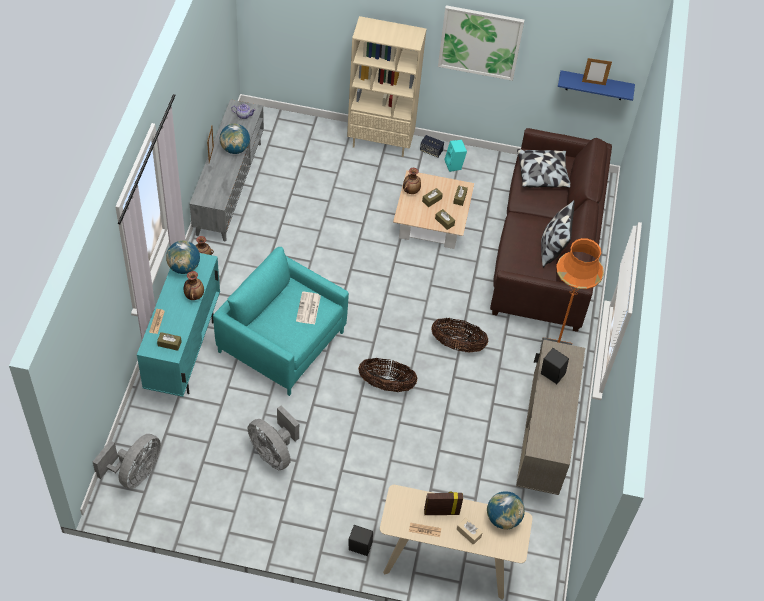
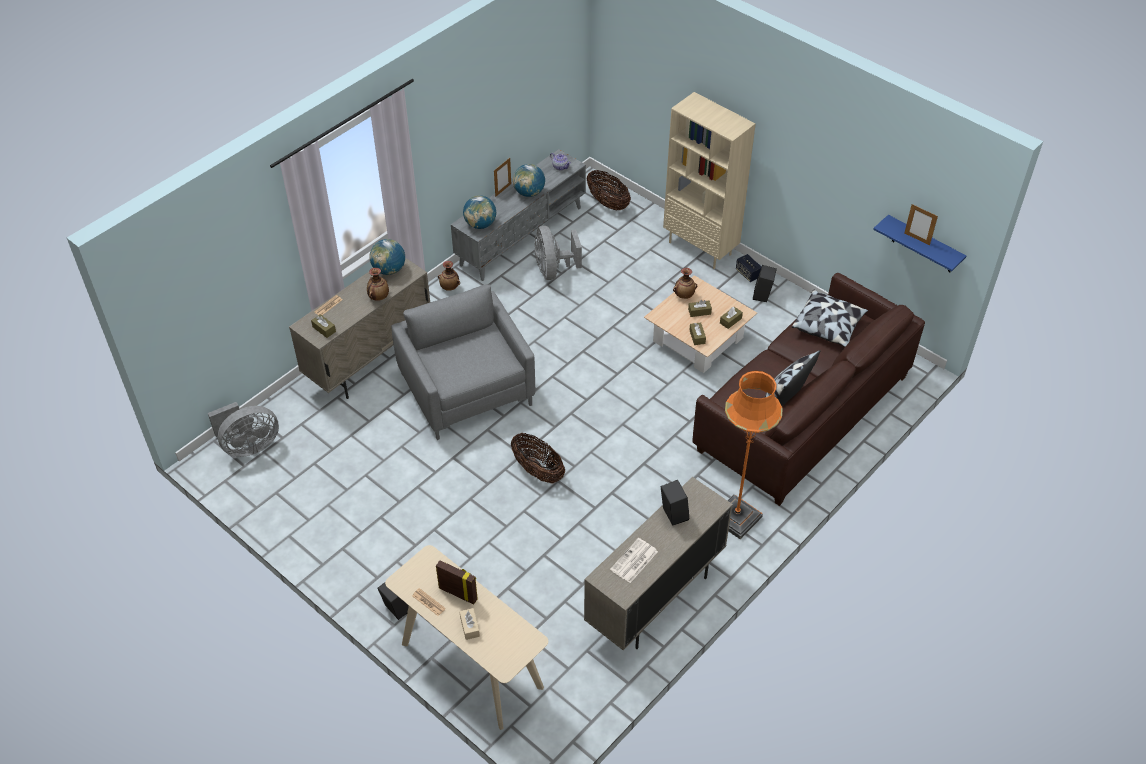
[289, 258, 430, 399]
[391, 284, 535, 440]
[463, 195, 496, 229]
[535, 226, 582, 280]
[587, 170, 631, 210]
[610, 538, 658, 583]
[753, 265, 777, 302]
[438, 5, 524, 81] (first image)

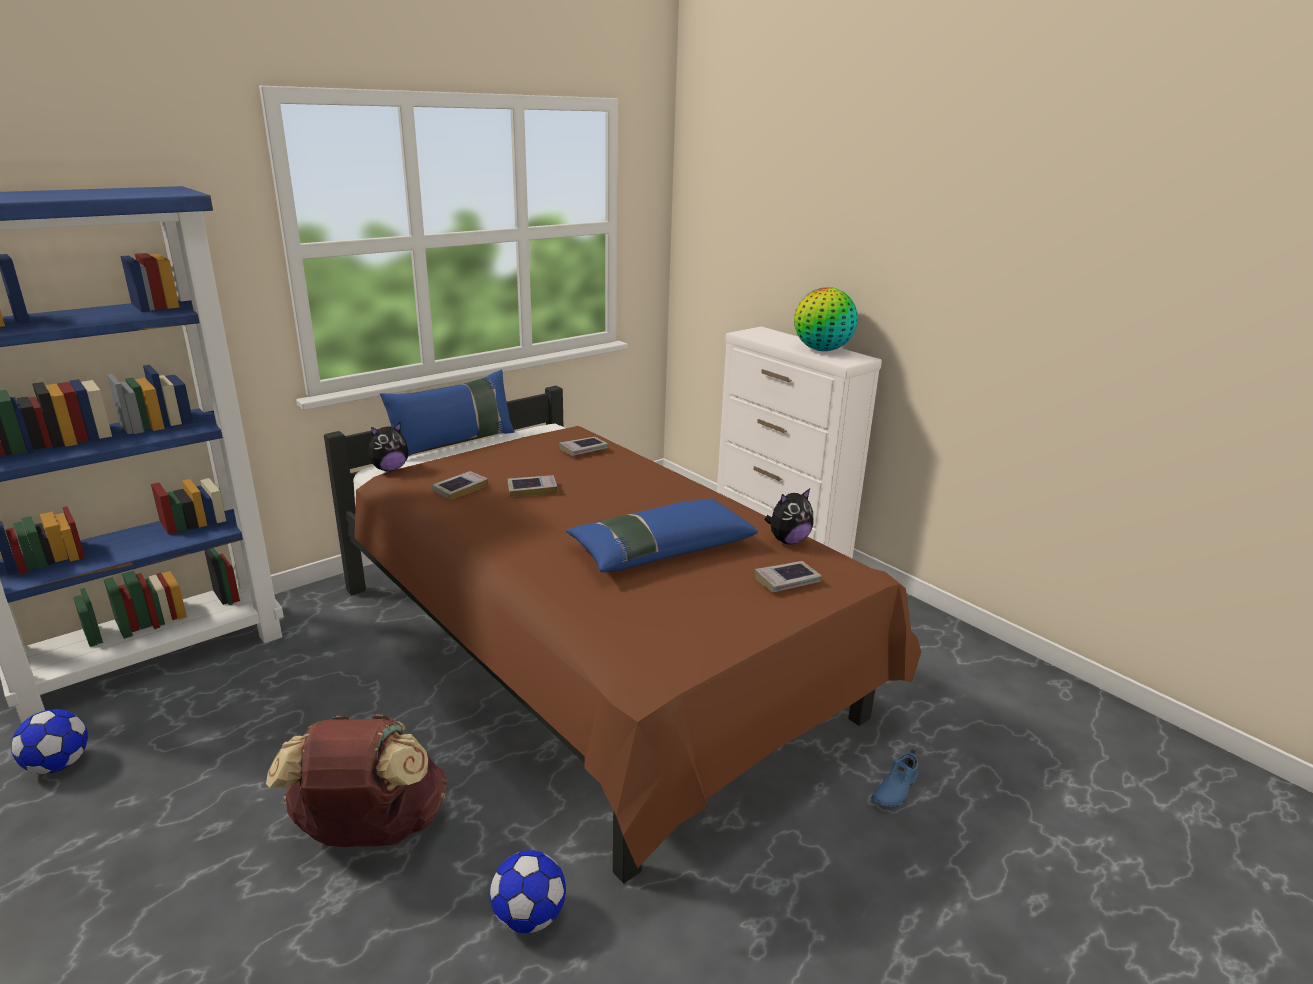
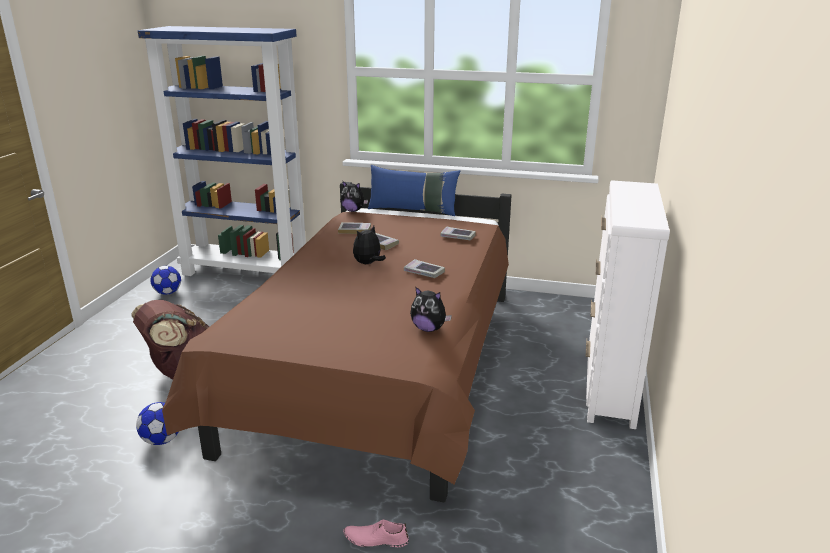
[343, 520, 409, 547]
[353, 226, 386, 264]
[404, 259, 445, 278]
[565, 498, 758, 572] (first image)
[794, 287, 858, 351] (first image)

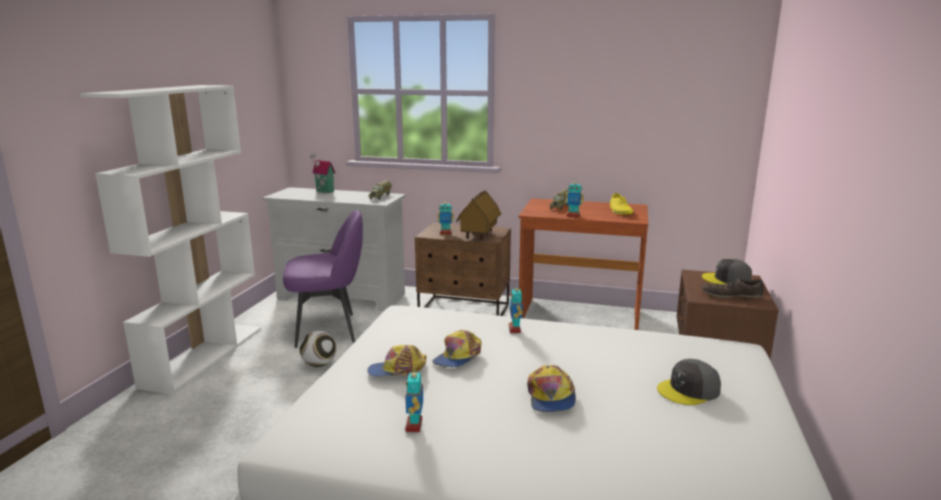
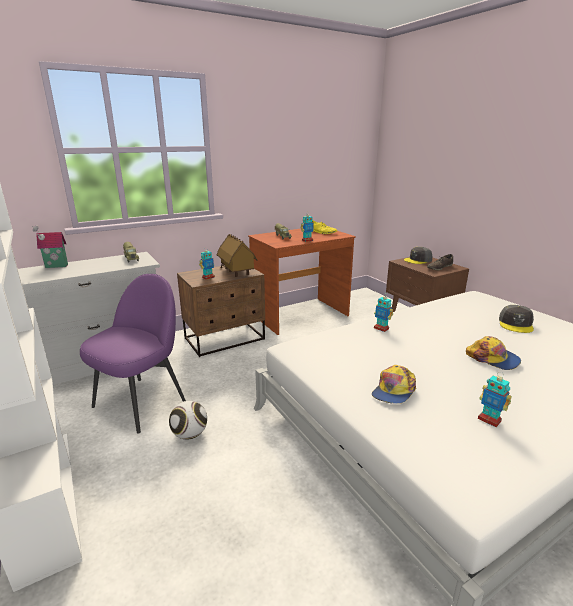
[432, 330, 482, 367] (first image)

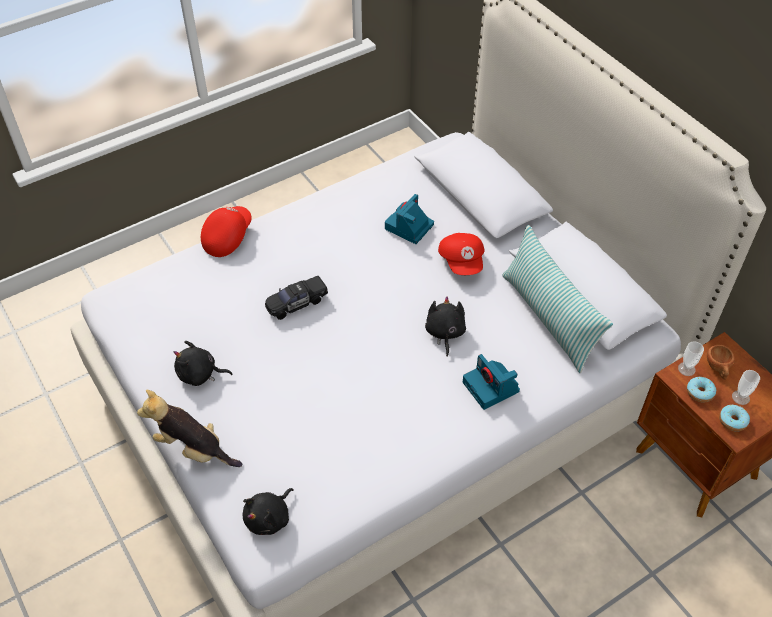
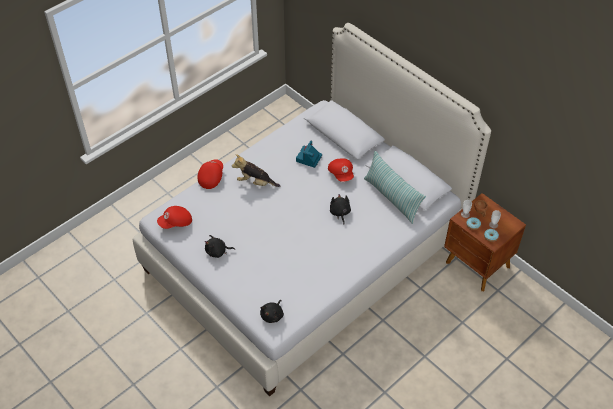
[157, 206, 192, 229]
[232, 154, 280, 187]
[265, 276, 328, 320] (first image)
[463, 354, 520, 410] (first image)

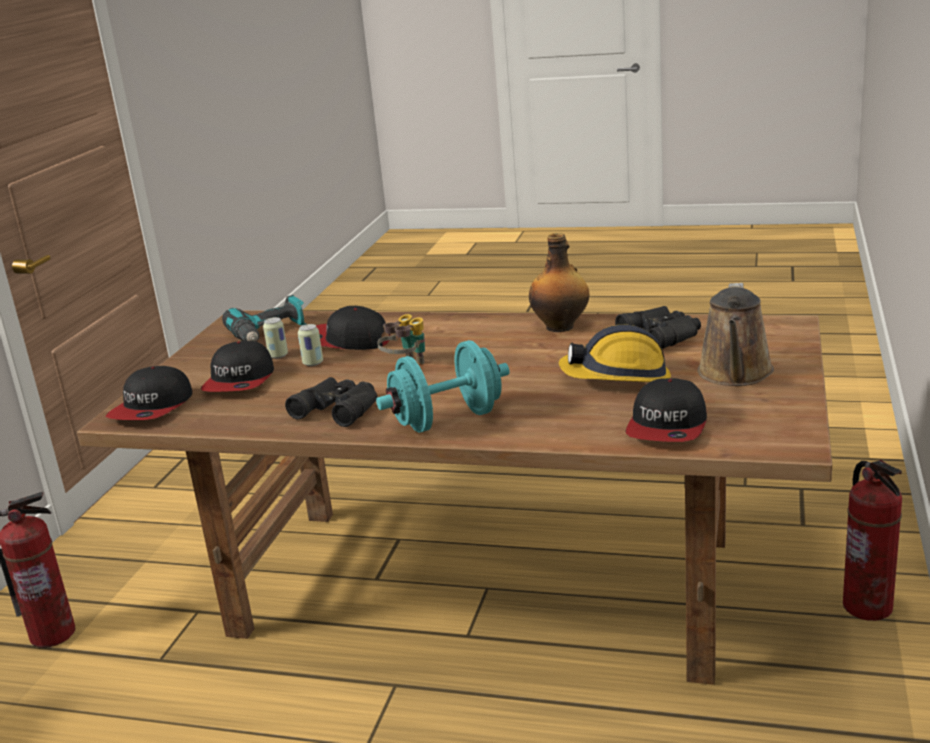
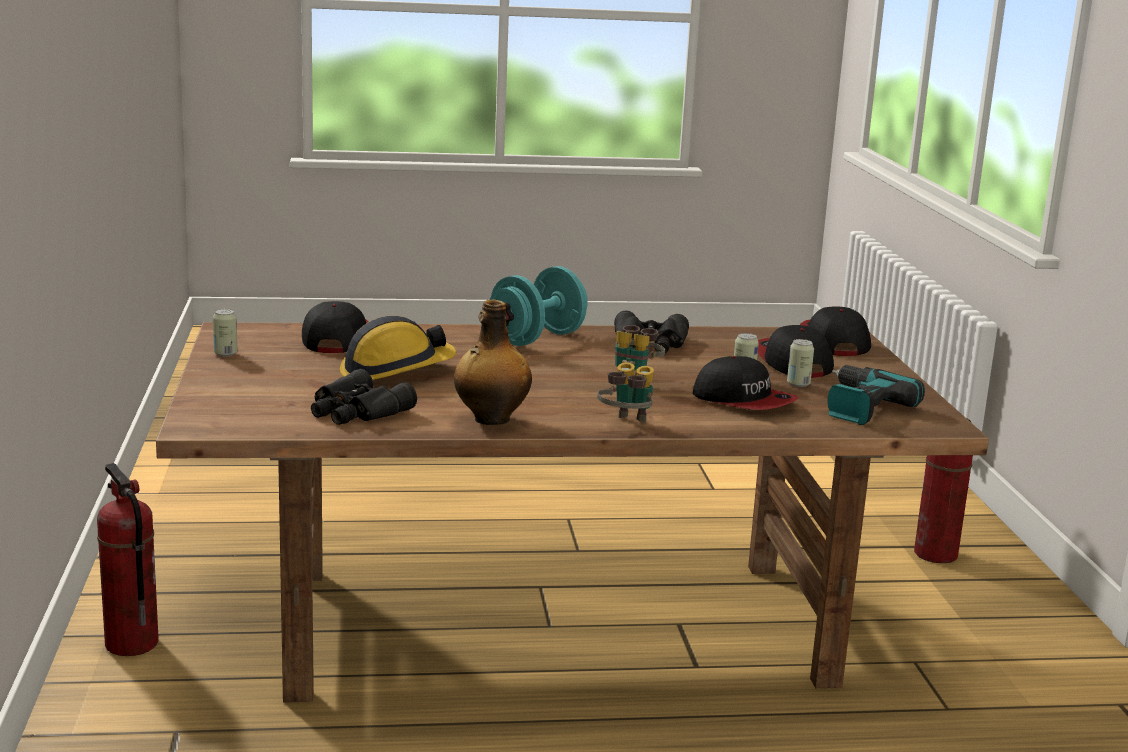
[213, 309, 237, 357]
[597, 362, 654, 423]
[693, 356, 798, 410]
[697, 283, 774, 386] (first image)

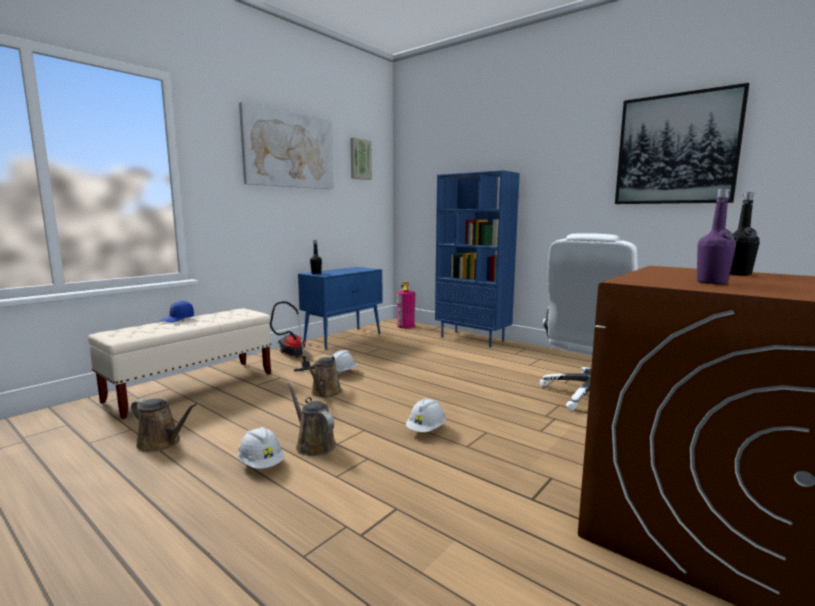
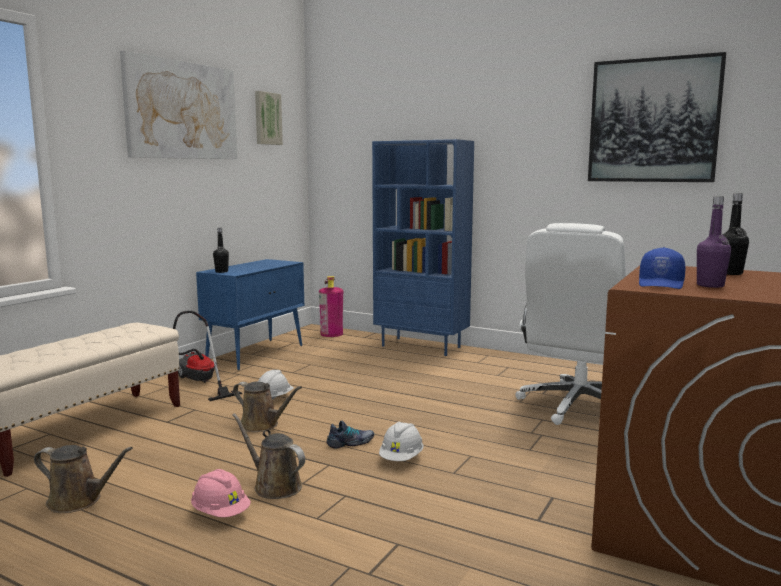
[191, 469, 251, 517]
[233, 381, 302, 432]
[327, 421, 374, 449]
[639, 247, 686, 289]

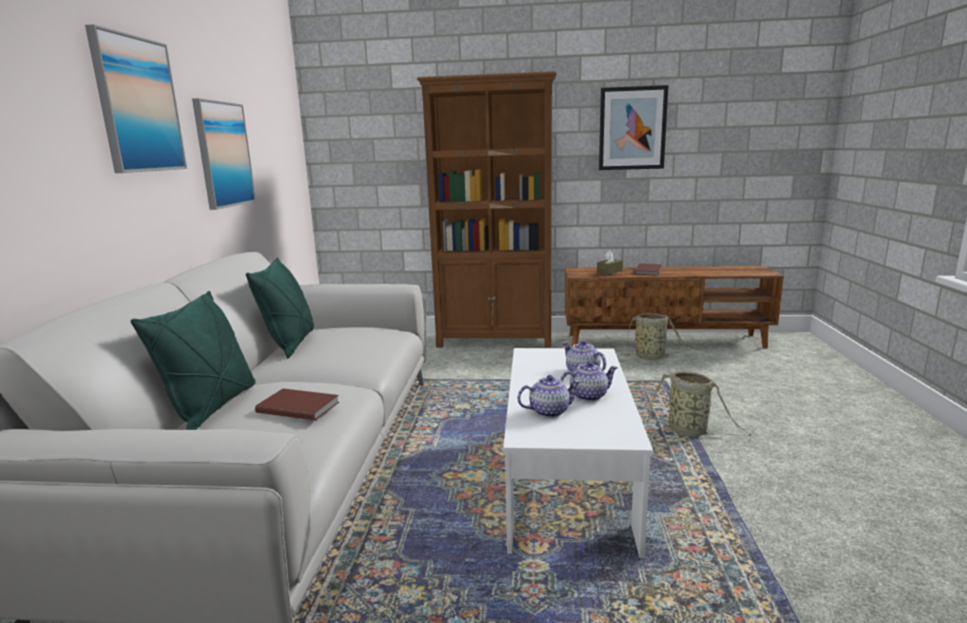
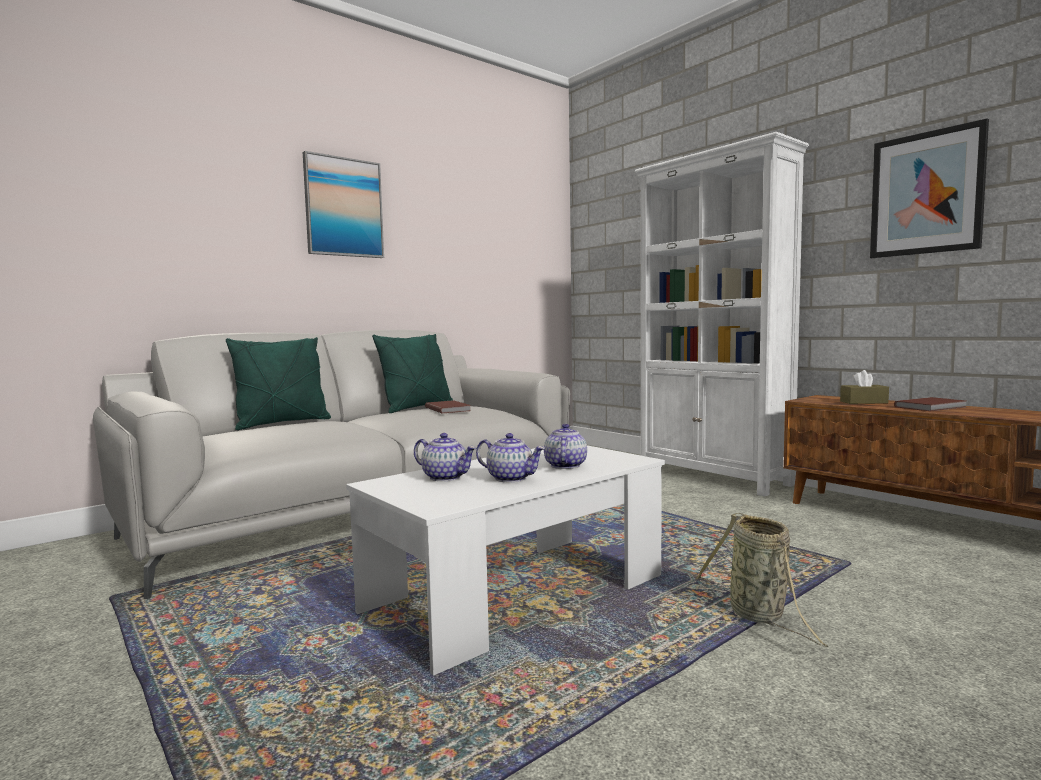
[425, 400, 471, 413]
[635, 132, 809, 496]
[192, 98, 256, 210] (first image)
[620, 313, 693, 360] (first image)

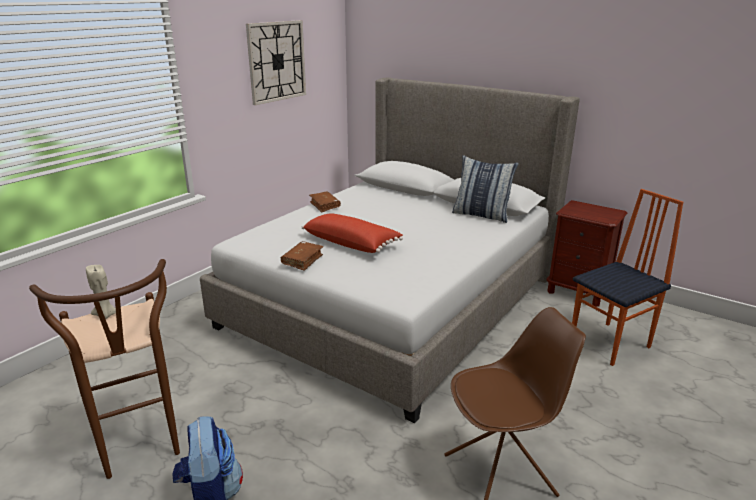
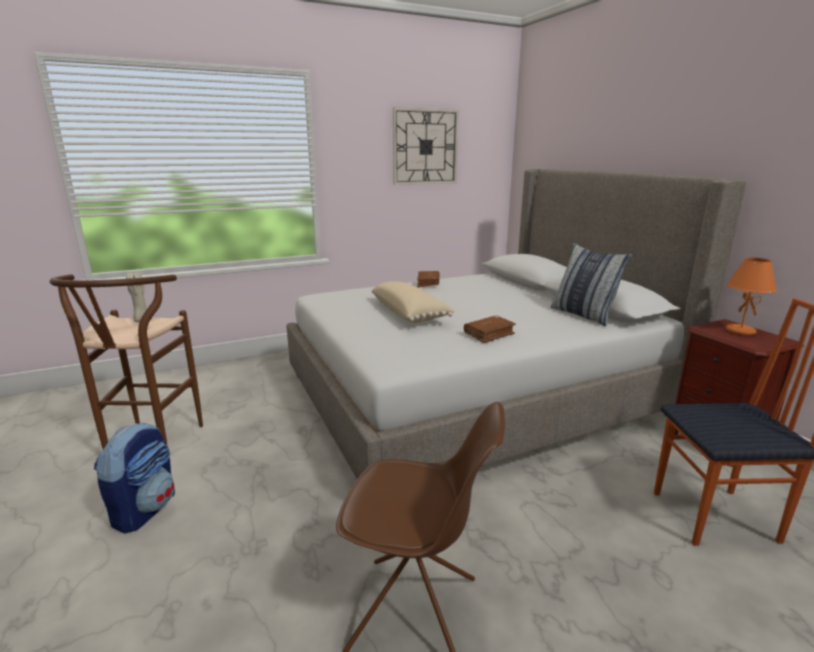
[372, 281, 455, 323]
[464, 316, 516, 343]
[726, 257, 777, 335]

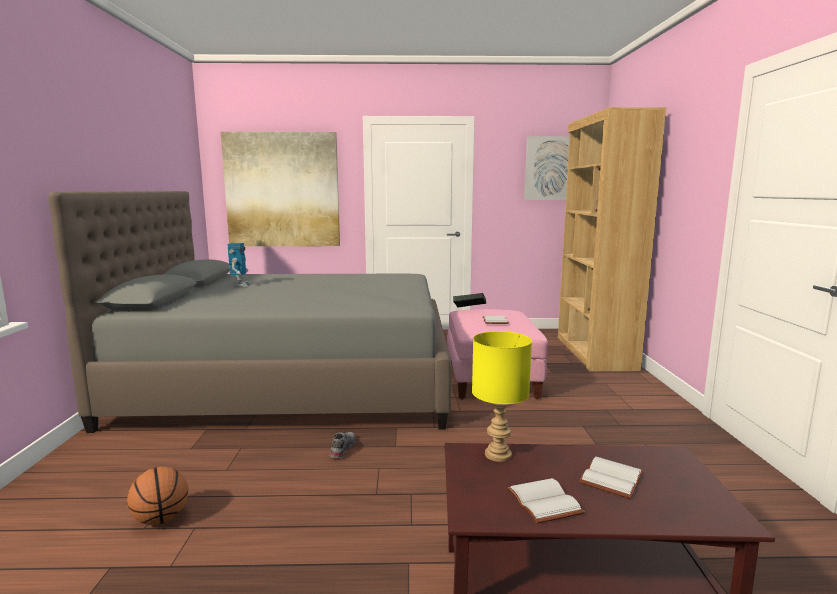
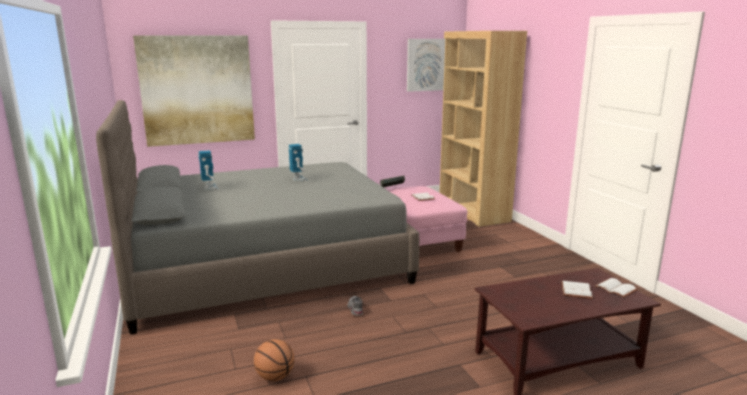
[289, 144, 307, 181]
[595, 278, 638, 298]
[472, 331, 532, 462] (first image)

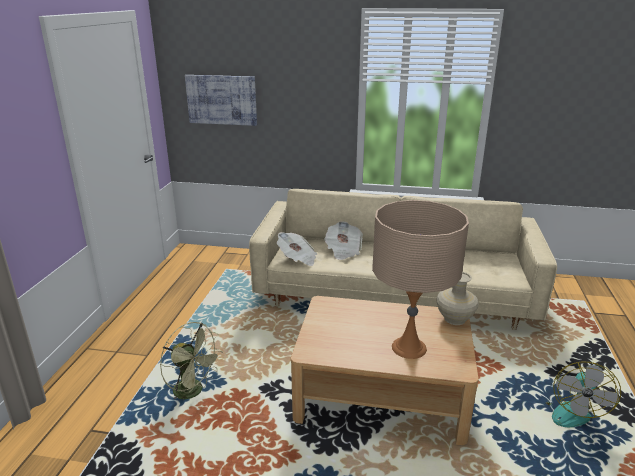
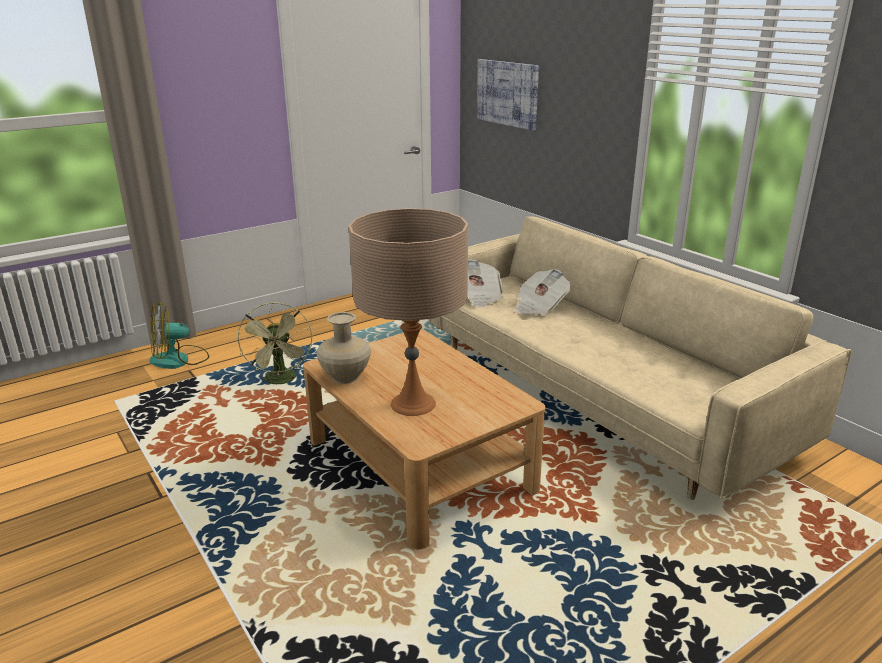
[150, 302, 209, 369]
[317, 312, 371, 384]

